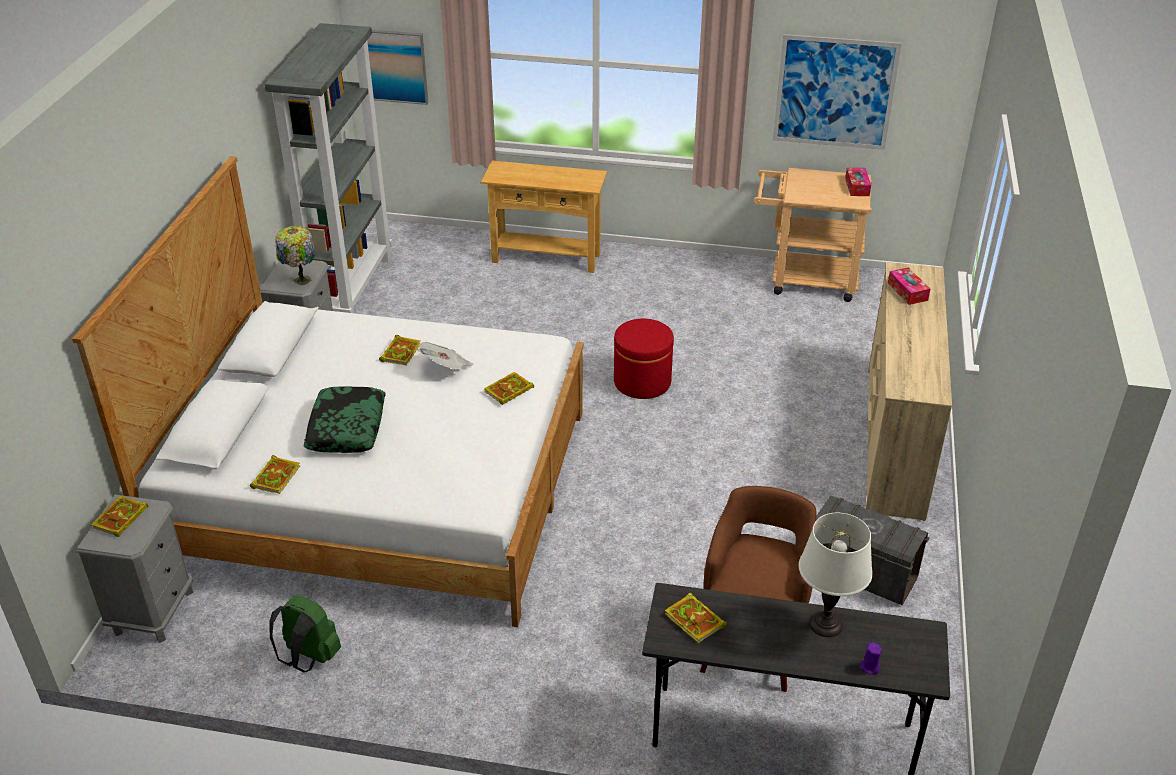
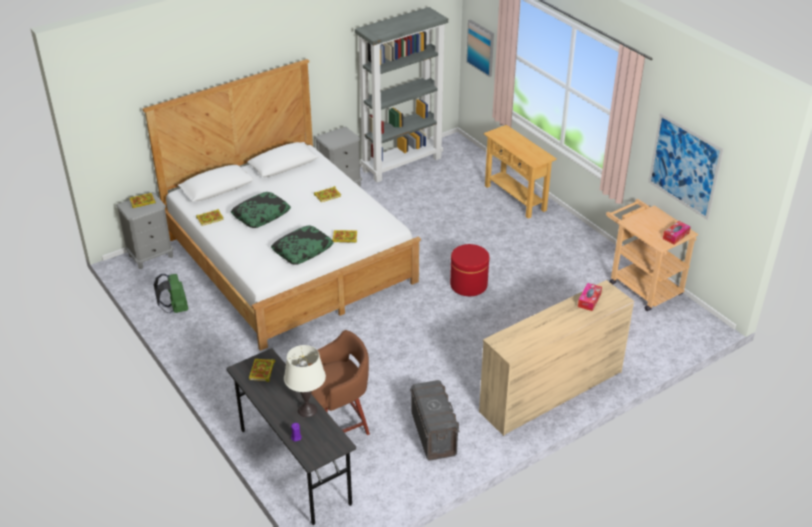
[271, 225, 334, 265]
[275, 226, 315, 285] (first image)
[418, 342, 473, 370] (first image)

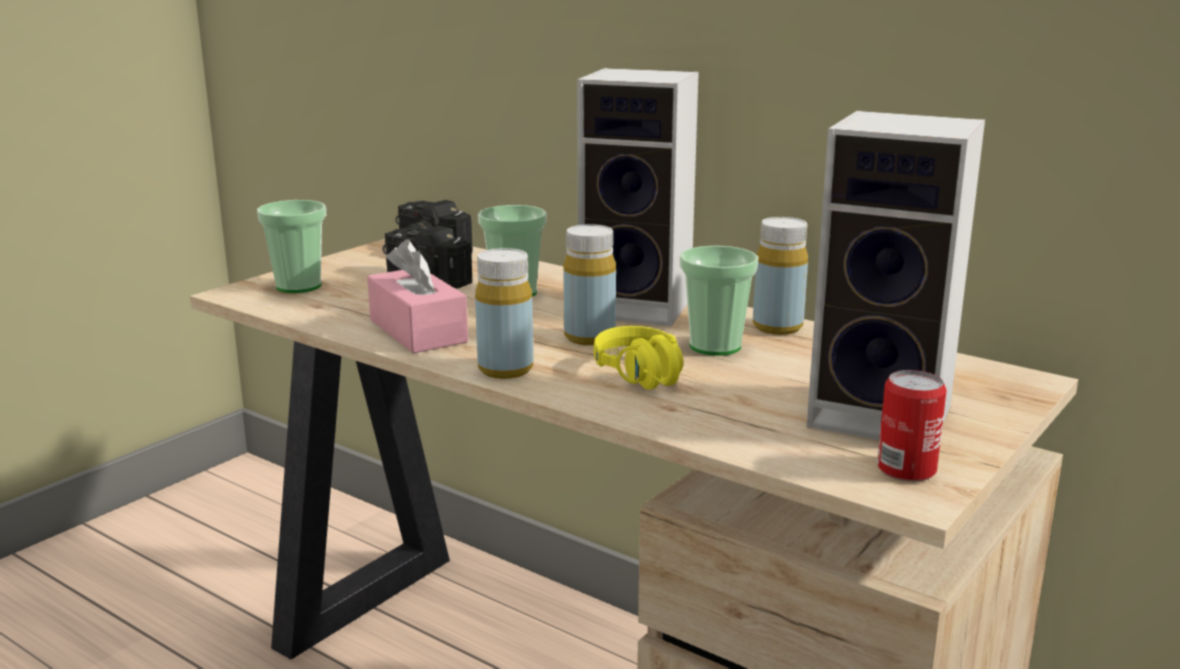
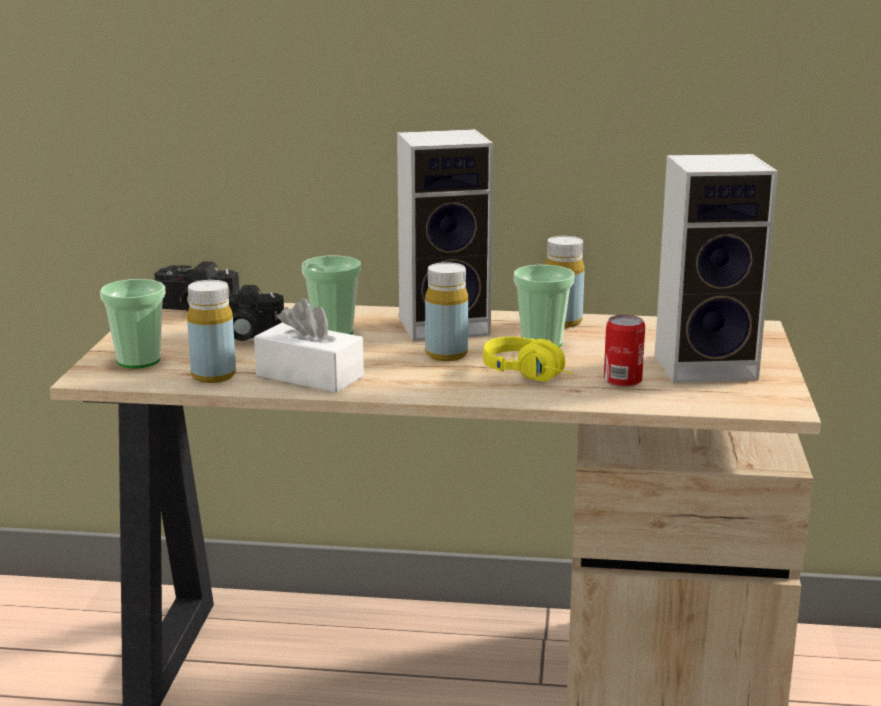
[187, 280, 236, 383]
[254, 298, 364, 393]
[604, 315, 645, 387]

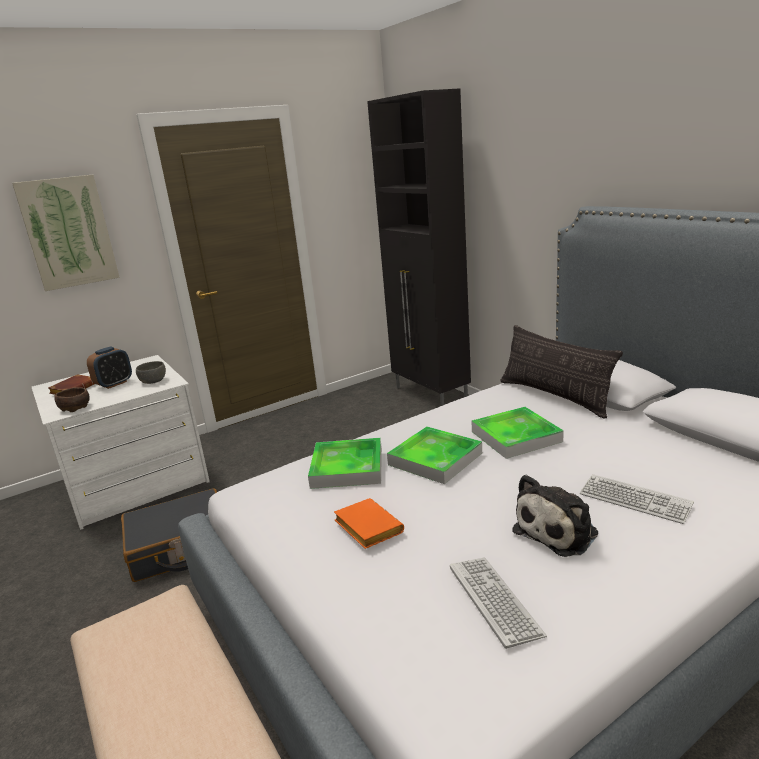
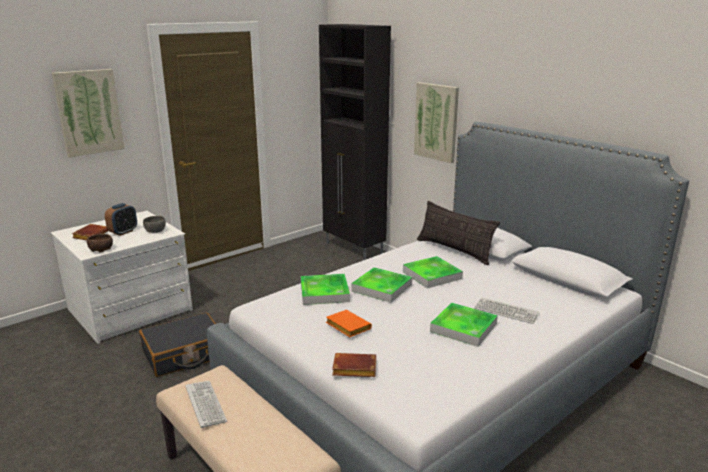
[185, 381, 227, 428]
[332, 353, 376, 377]
[414, 82, 459, 163]
[430, 302, 498, 347]

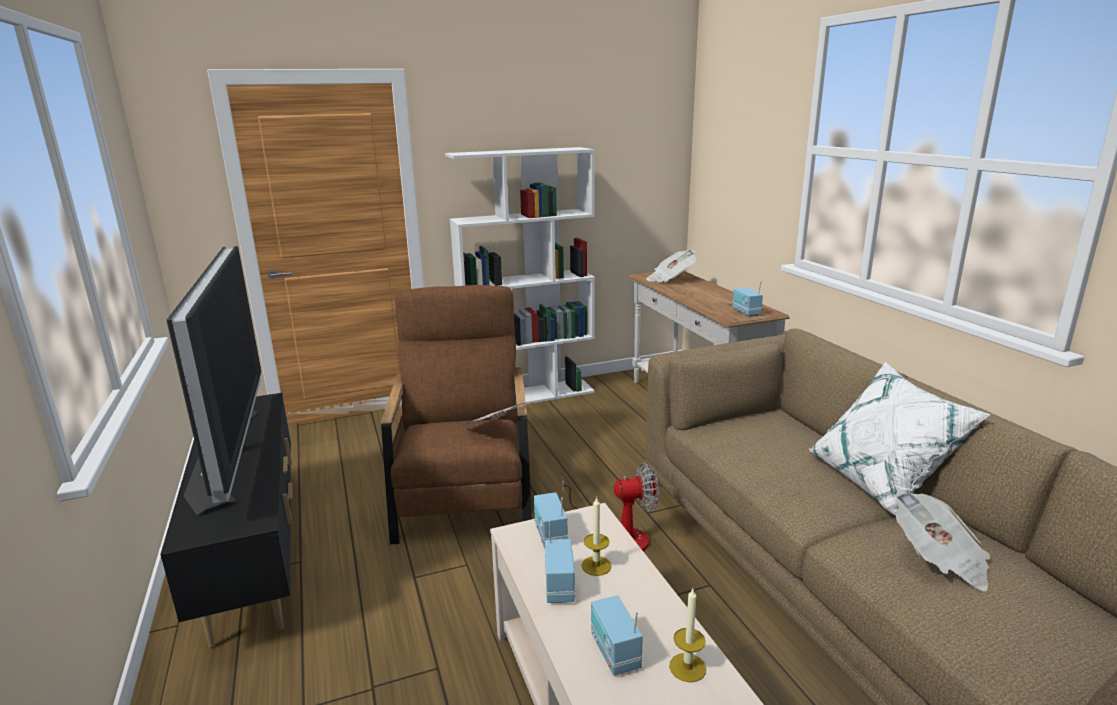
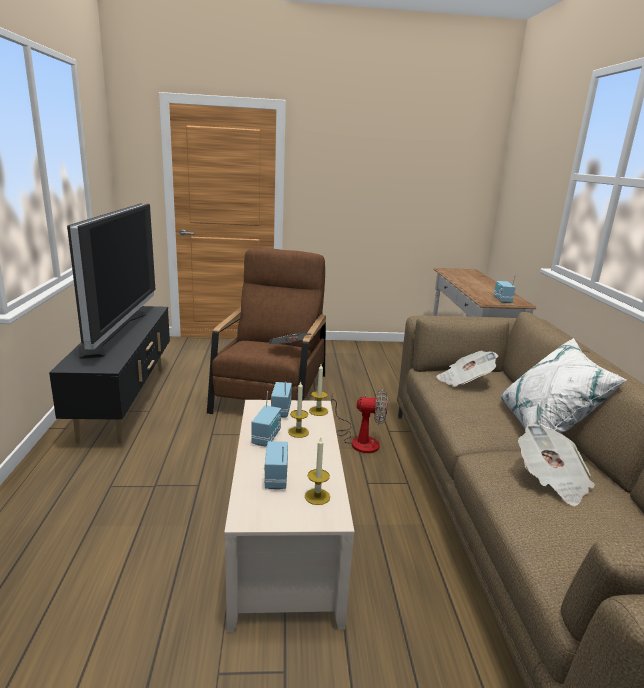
[309, 364, 328, 416]
[436, 351, 498, 387]
[445, 147, 595, 404] (first image)

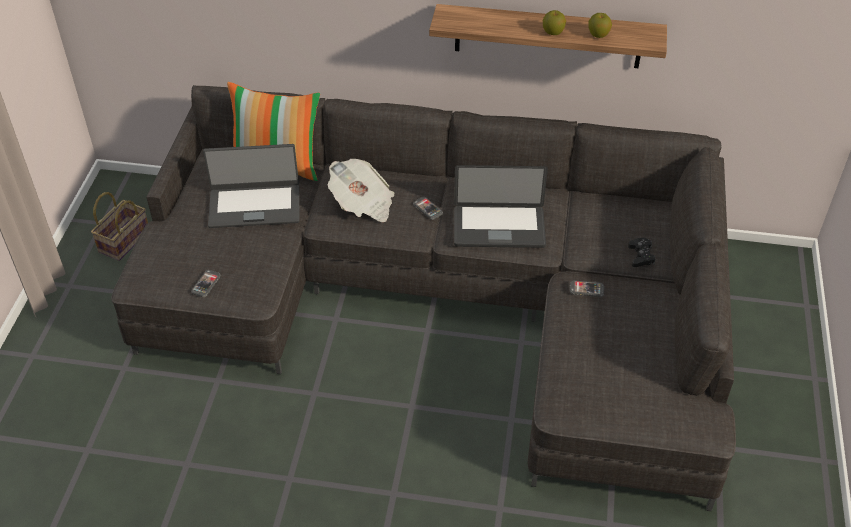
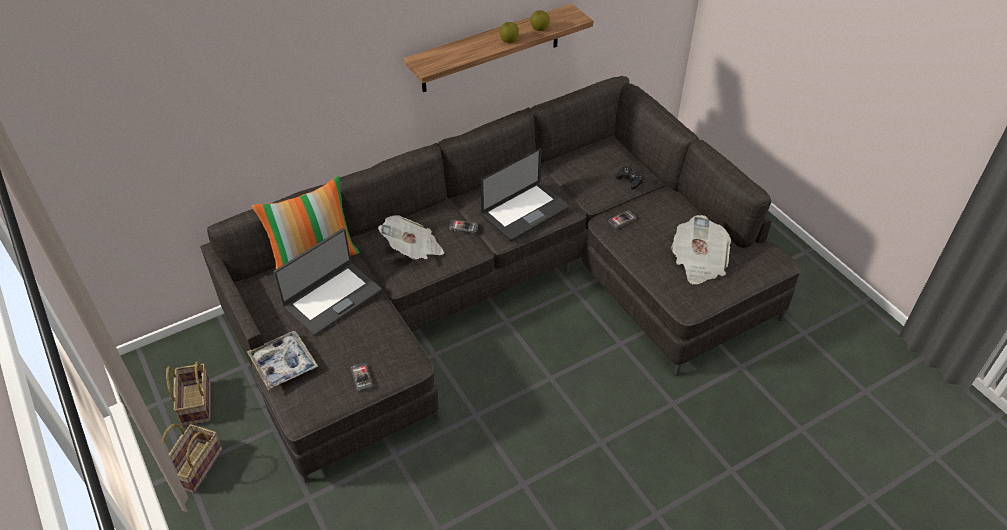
[160, 424, 222, 494]
[247, 331, 318, 390]
[671, 215, 731, 285]

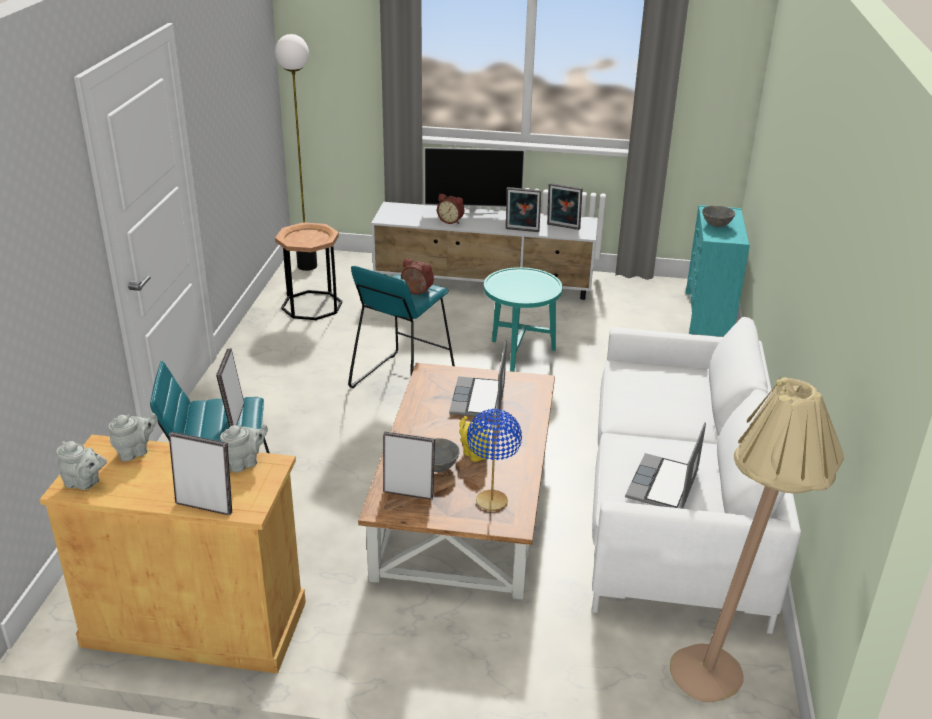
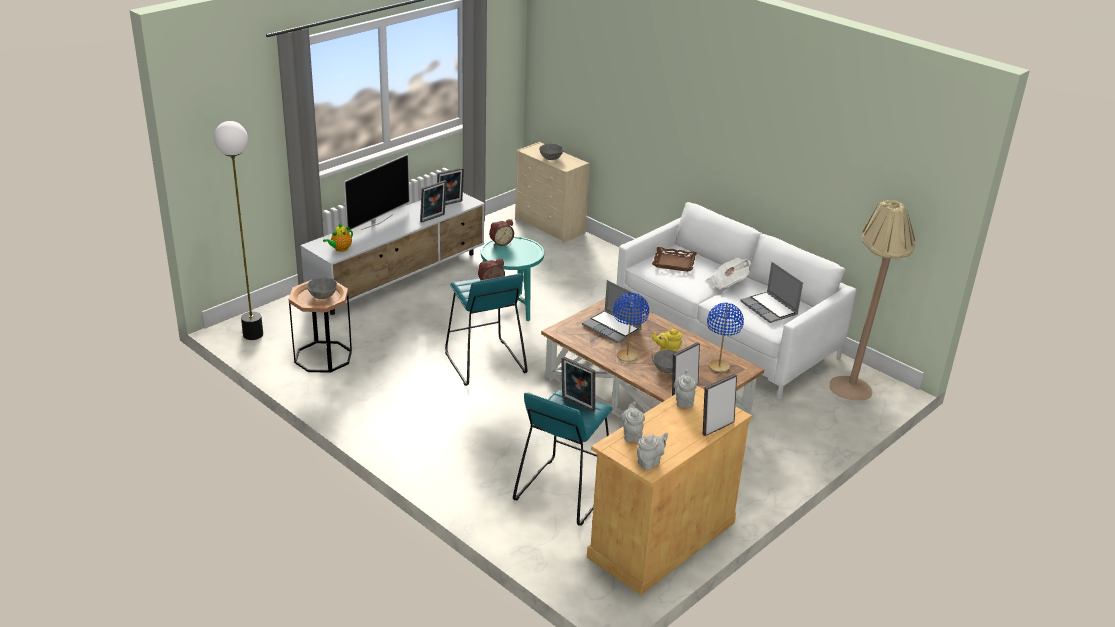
[307, 277, 337, 299]
[323, 223, 353, 252]
[489, 219, 514, 246]
[515, 142, 590, 243]
[613, 293, 649, 362]
[652, 247, 697, 272]
[706, 258, 751, 290]

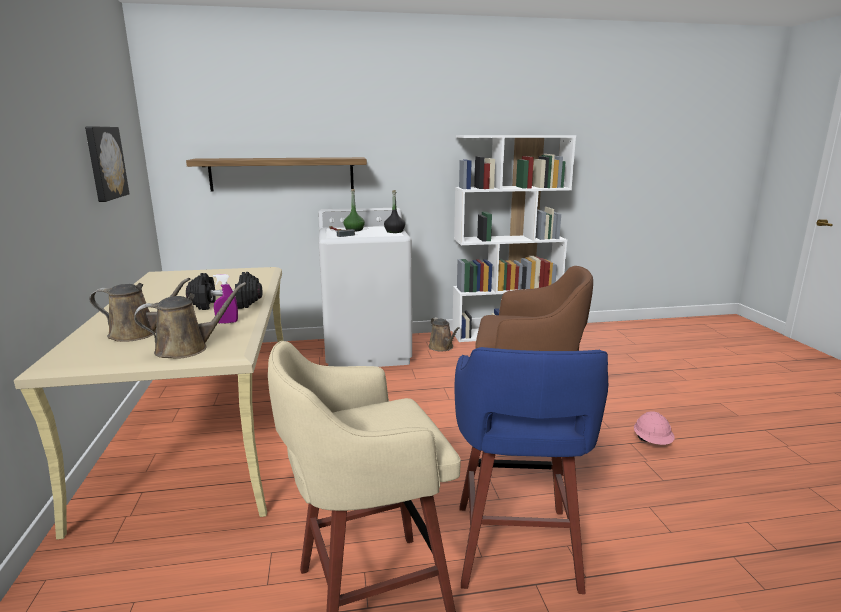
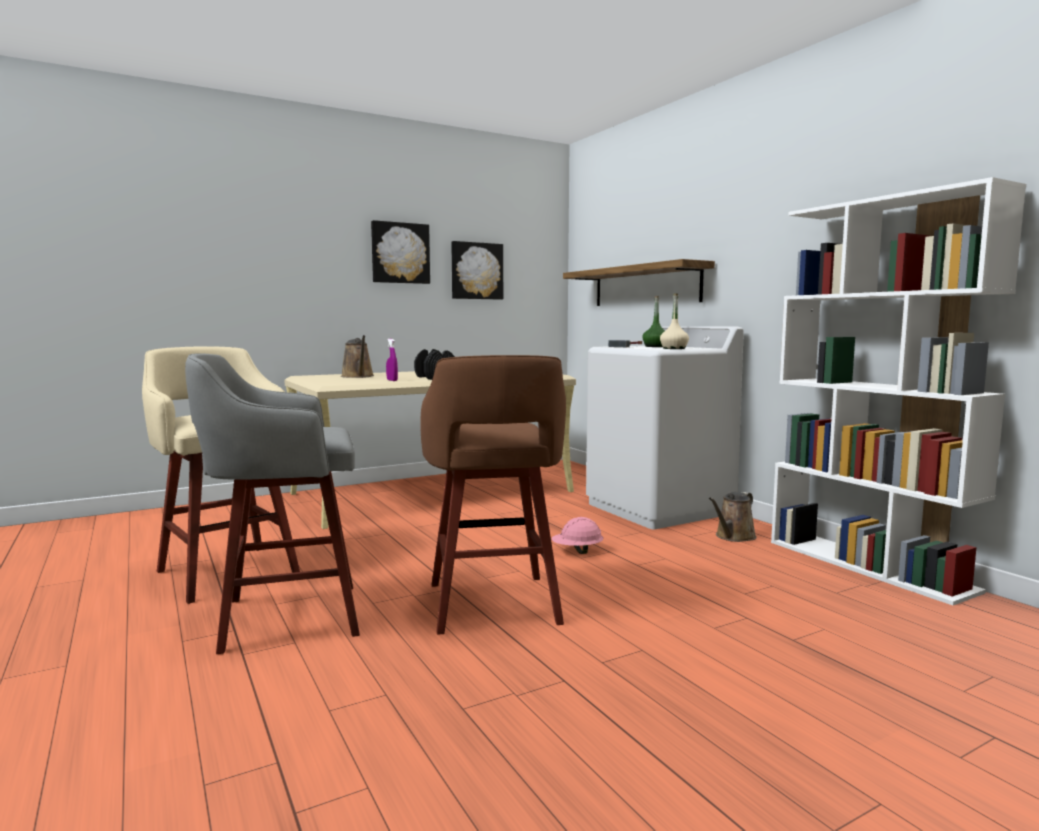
[185, 353, 360, 654]
[371, 220, 430, 284]
[551, 517, 603, 554]
[660, 293, 689, 349]
[134, 282, 246, 359] (first image)

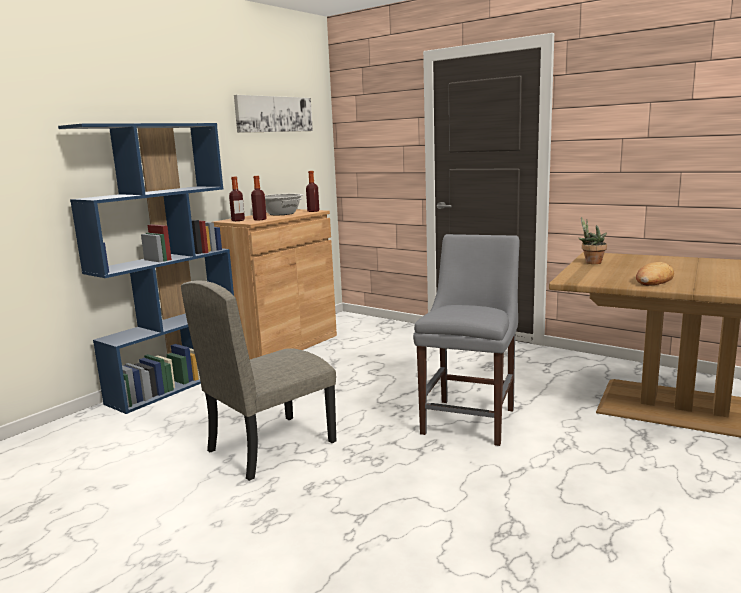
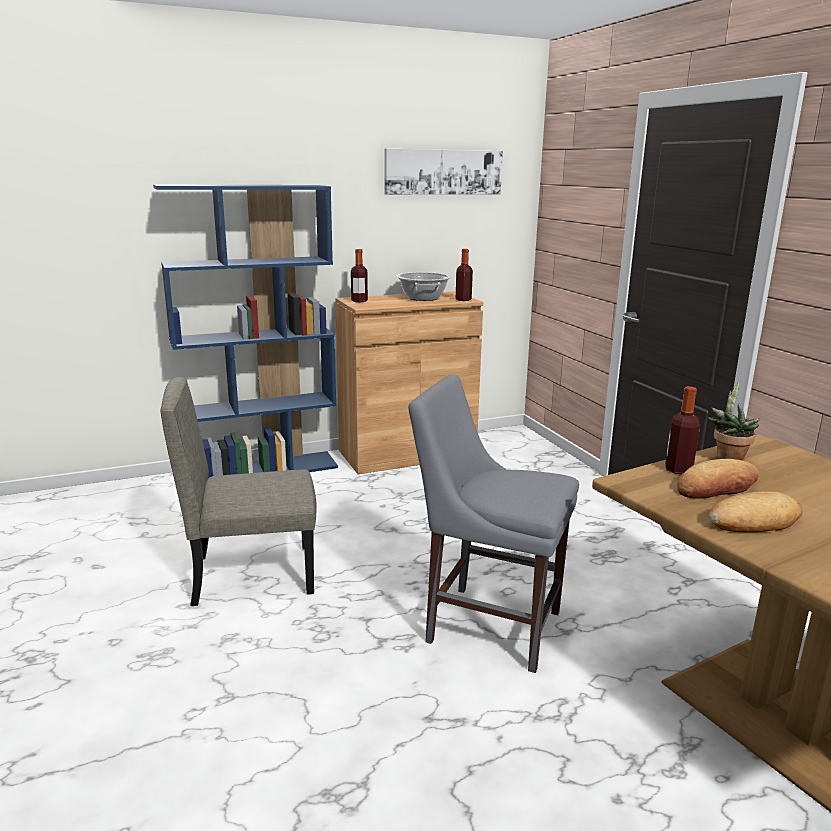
[408, 374, 579, 673]
[665, 386, 700, 474]
[677, 459, 759, 499]

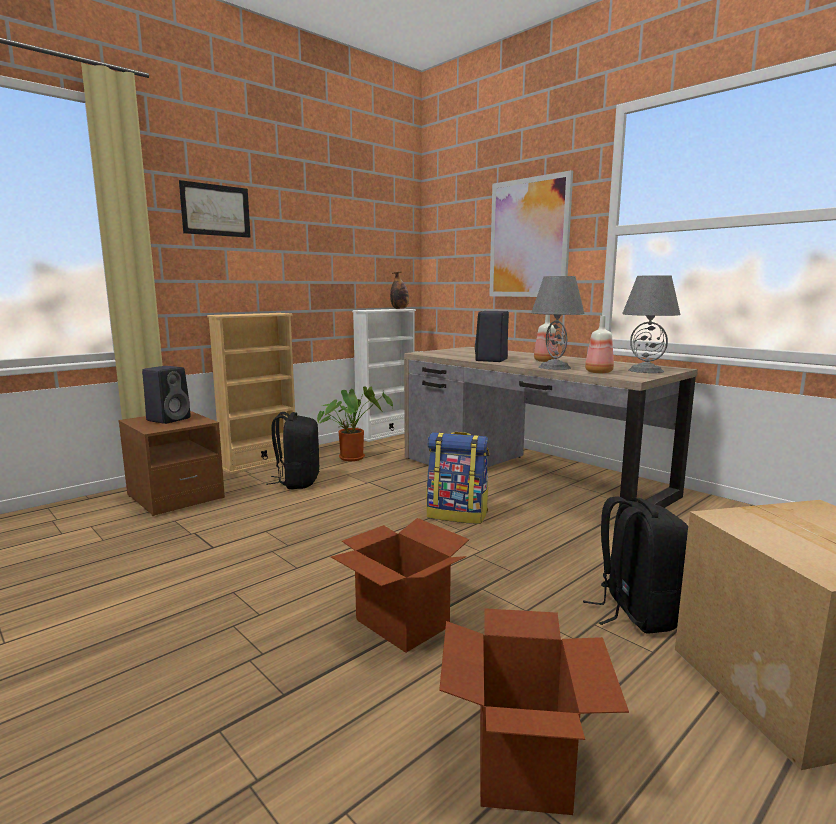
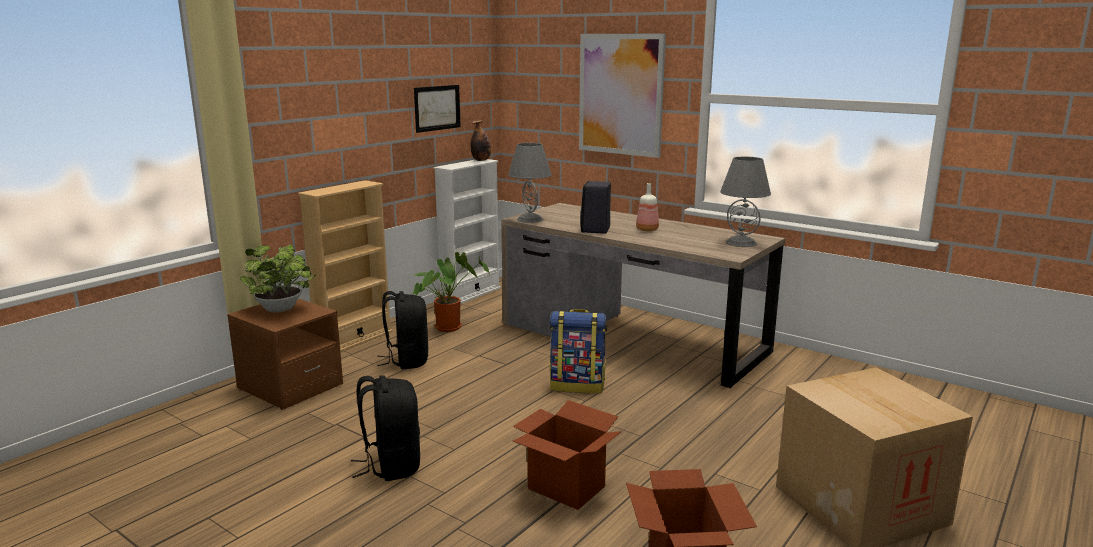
[240, 244, 316, 312]
[351, 375, 420, 481]
[414, 85, 461, 133]
[508, 143, 552, 223]
[585, 316, 614, 373] (first image)

